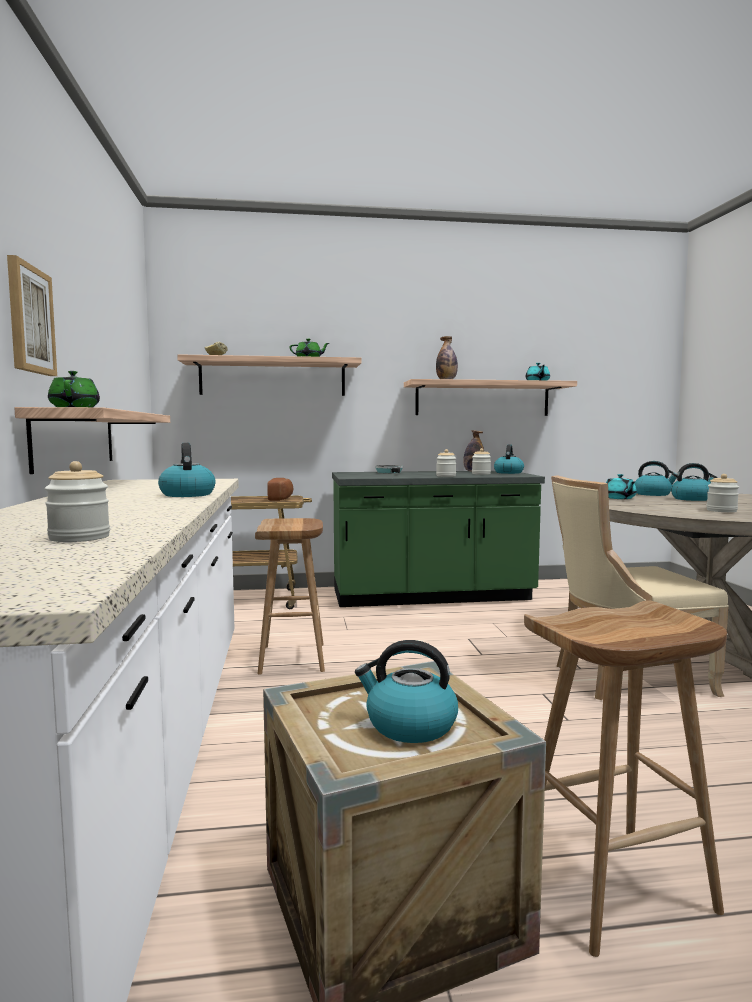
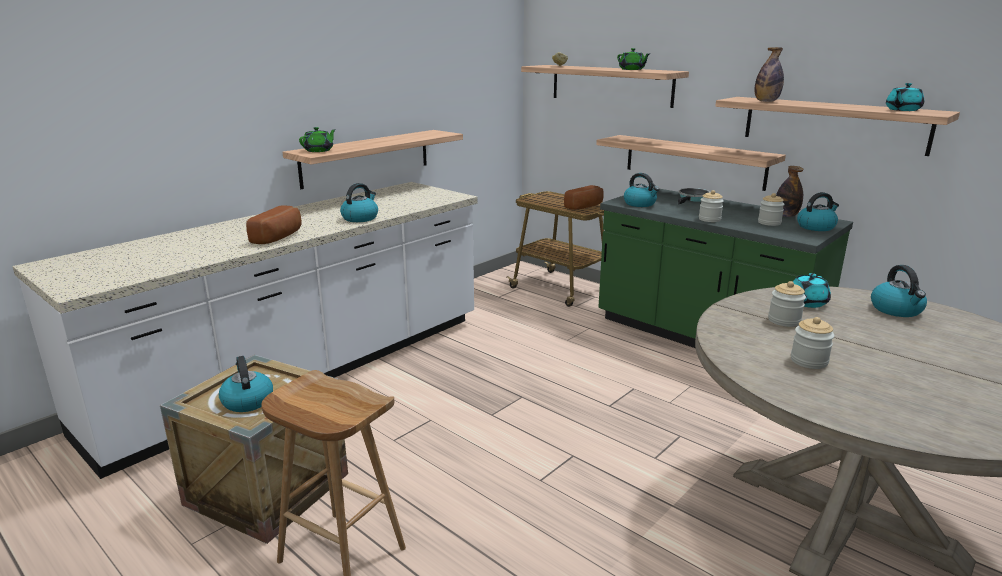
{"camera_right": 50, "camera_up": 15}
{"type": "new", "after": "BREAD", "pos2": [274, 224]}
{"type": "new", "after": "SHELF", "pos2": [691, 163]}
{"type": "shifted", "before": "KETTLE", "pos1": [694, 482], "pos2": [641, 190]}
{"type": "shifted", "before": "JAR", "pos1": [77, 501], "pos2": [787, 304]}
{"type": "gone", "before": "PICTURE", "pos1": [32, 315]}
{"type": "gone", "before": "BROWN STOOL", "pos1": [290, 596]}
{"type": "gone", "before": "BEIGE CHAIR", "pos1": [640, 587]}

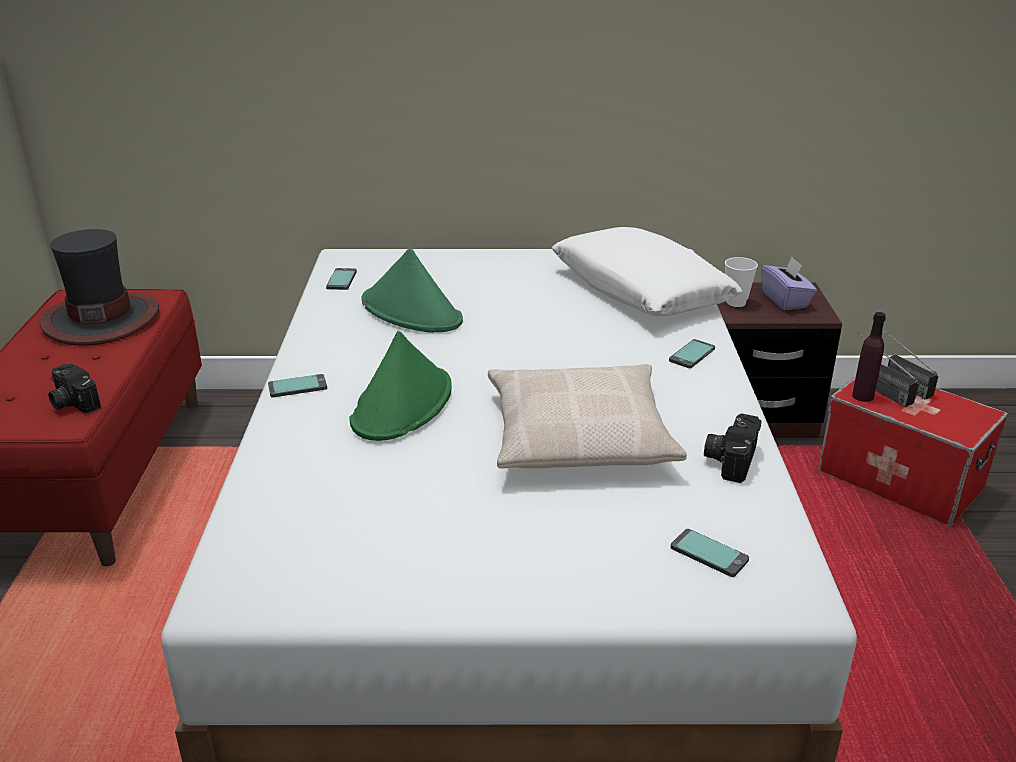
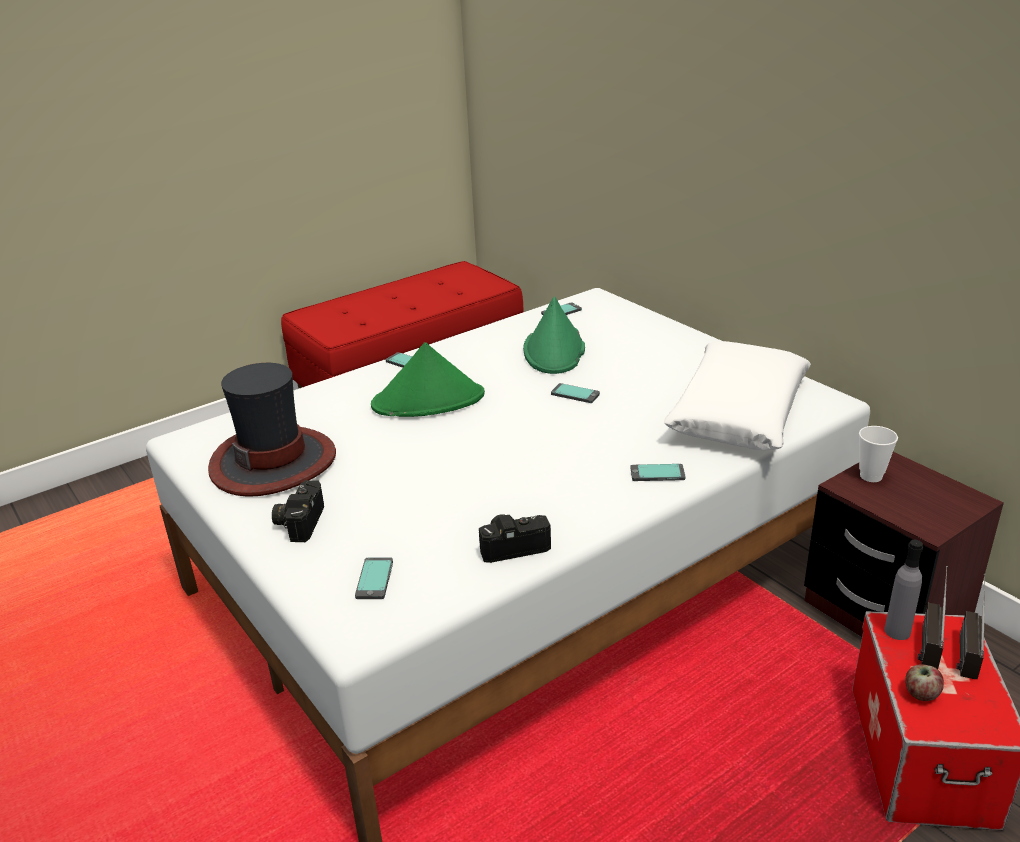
{"camera_right": 55, "camera_up": 0}
{"type": "shifted", "before": "HAT", "pos1": [99, 287], "pos2": [272, 430]}
{"type": "shifted", "before": "PHOTO CAMERA", "pos1": [74, 388], "pos2": [298, 511]}
{"type": "new", "after": "PHONE", "pos2": [575, 393]}
{"type": "repainted", "before": "PURPLE BOTTLE", "after": "GREY BOTTLE", "pos1": [869, 357], "pos2": [903, 590]}
{"type": "new", "after": "APPLE", "pos2": [924, 682]}
{"type": "gone", "before": "BEIGE PILLOW", "pos1": [587, 416]}
{"type": "gone", "before": "PURPLE TISSUE BOX", "pos1": [789, 283]}

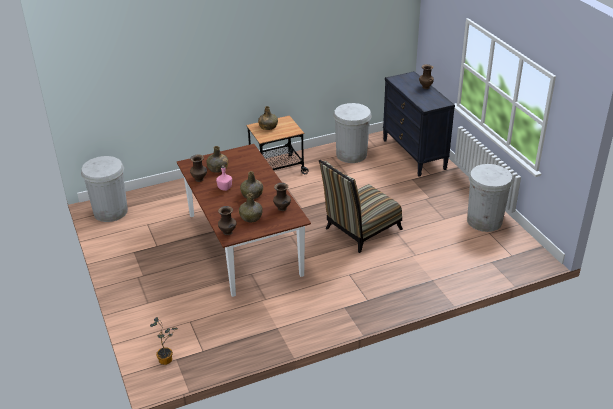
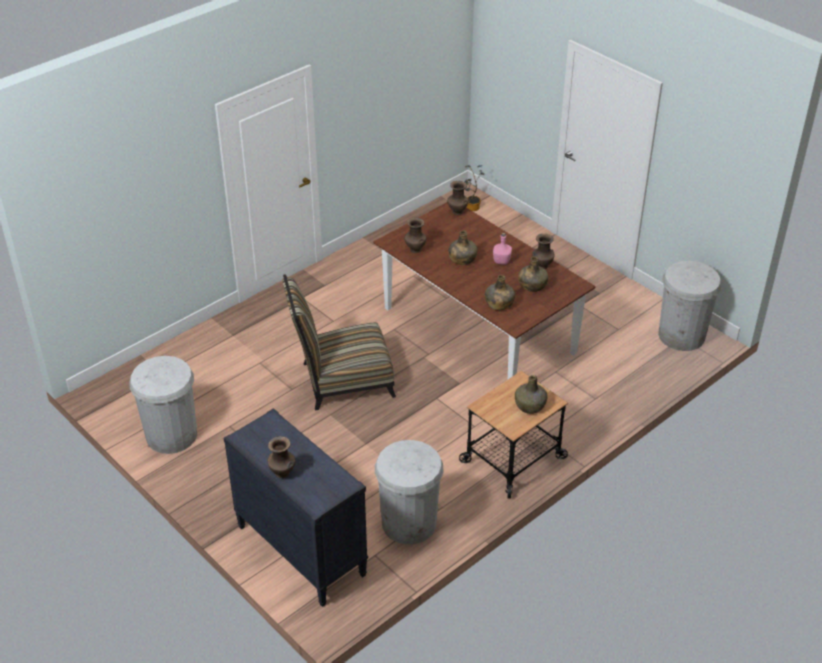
{"camera_right": 160, "camera_up": 5}
{"type": "rotated", "before": "CHAIR", "pos1": [361, 206], "pos2": [339, 342], "turn": -135}
{"type": "shifted", "before": "GREEN BOTTLE", "pos1": [251, 208], "pos2": [500, 293]}

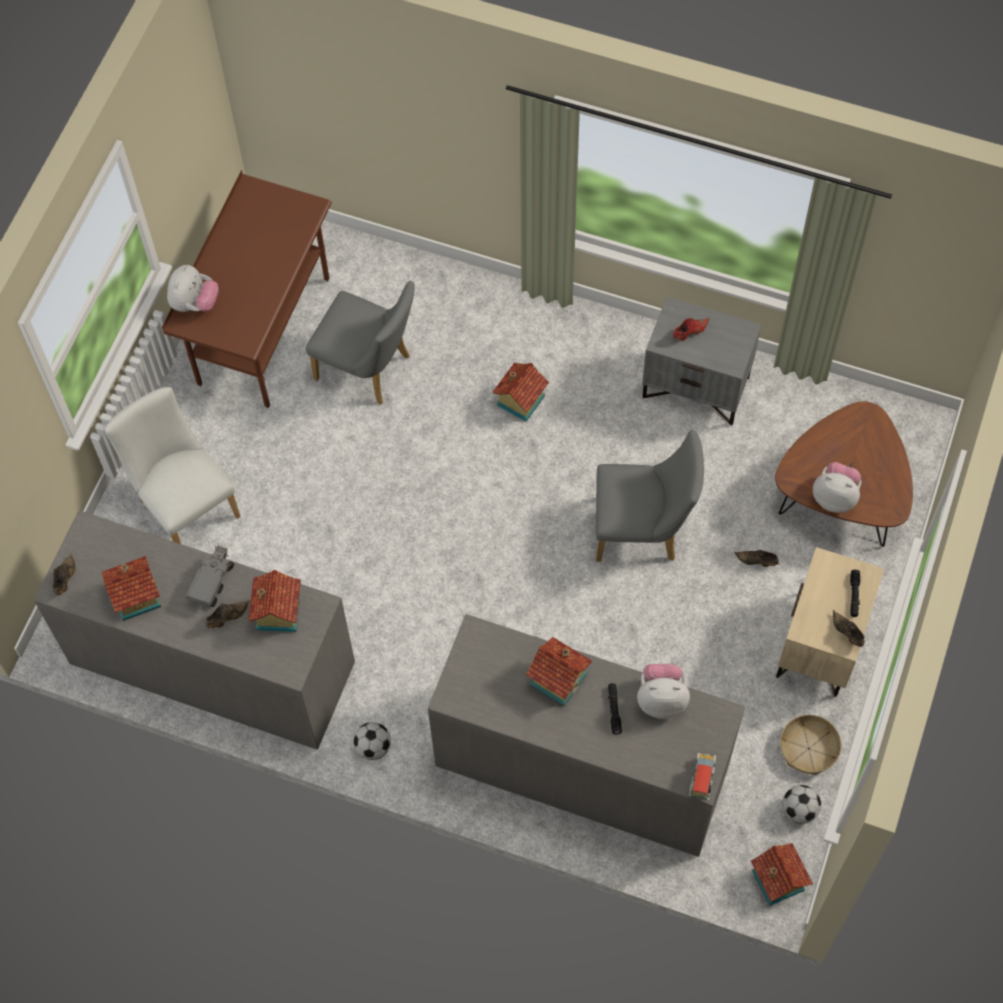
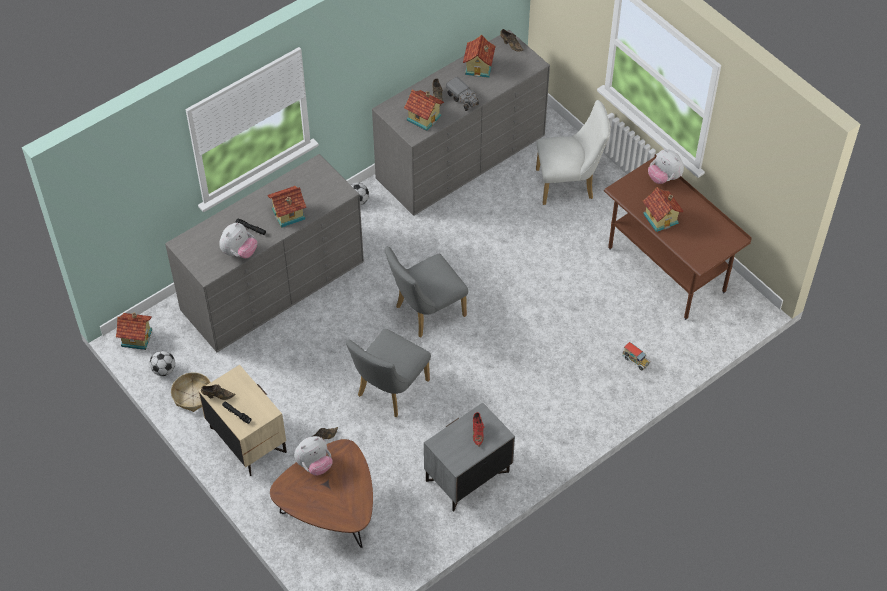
{"camera_right": 120, "camera_up": -10}
{"type": "shifted", "before": "GREY CHAIR", "pos1": [360, 343], "pos2": [426, 292]}
{"type": "shifted", "before": "TOY TRUCK", "pos1": [702, 776], "pos2": [636, 356]}
{"type": "shifted", "before": "TOY HOUSE", "pos1": [520, 392], "pos2": [663, 209]}

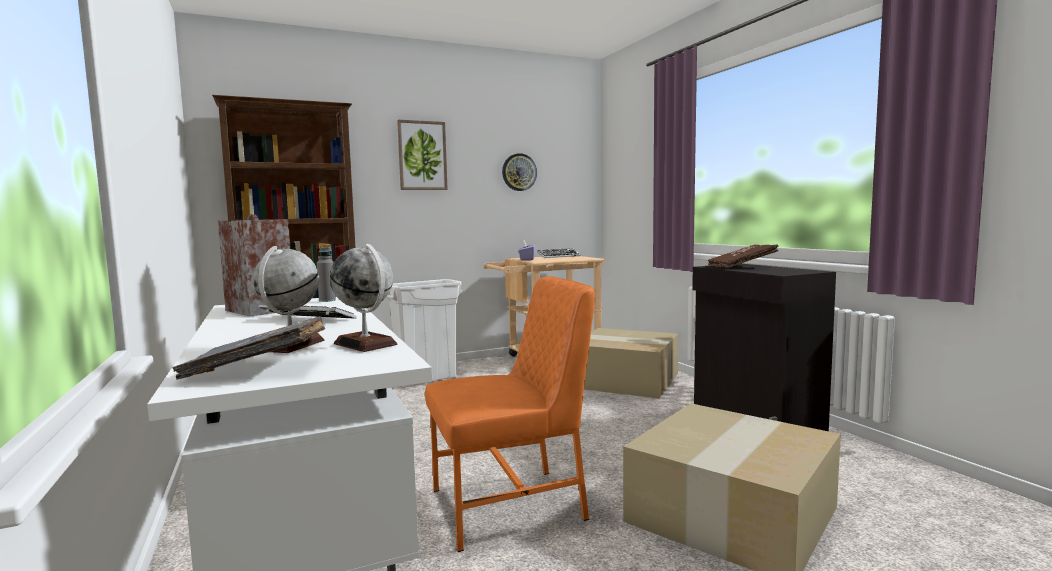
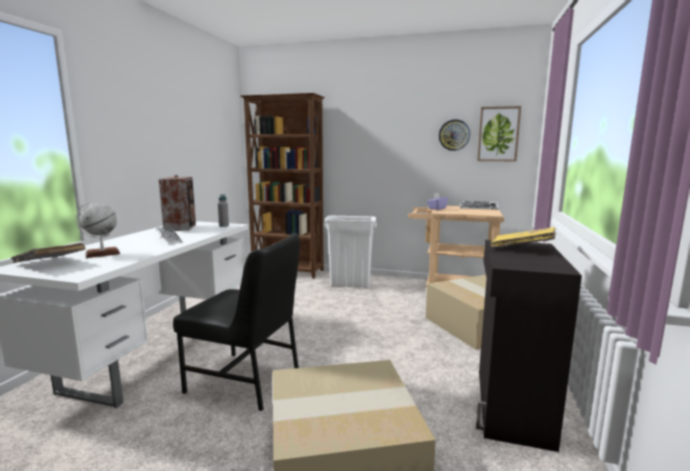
{"camera_right": 40, "camera_up": 5}
{"type": "repainted", "before": "ORANGE CHAIR", "after": "BLACK CHAIR", "pos1": [510, 414], "pos2": [236, 322]}
{"type": "shifted", "before": "PICTURE", "pos1": [422, 155], "pos2": [499, 133]}
{"type": "repainted", "before": "BROWN BOOK", "after": "YELLOW BOOK", "pos1": [743, 256], "pos2": [523, 237]}
{"type": "gone", "before": "GLOBE", "pos1": [364, 298]}

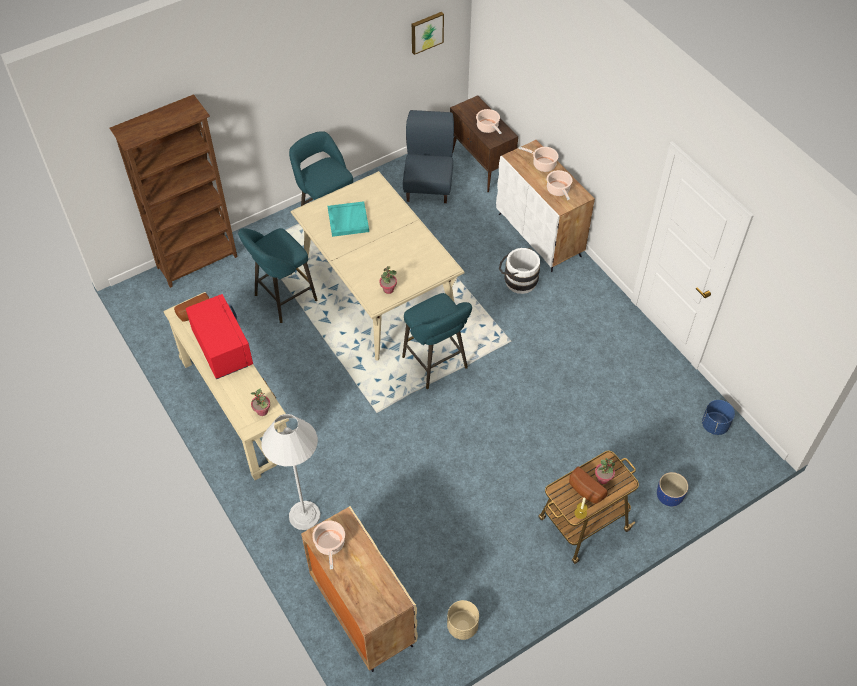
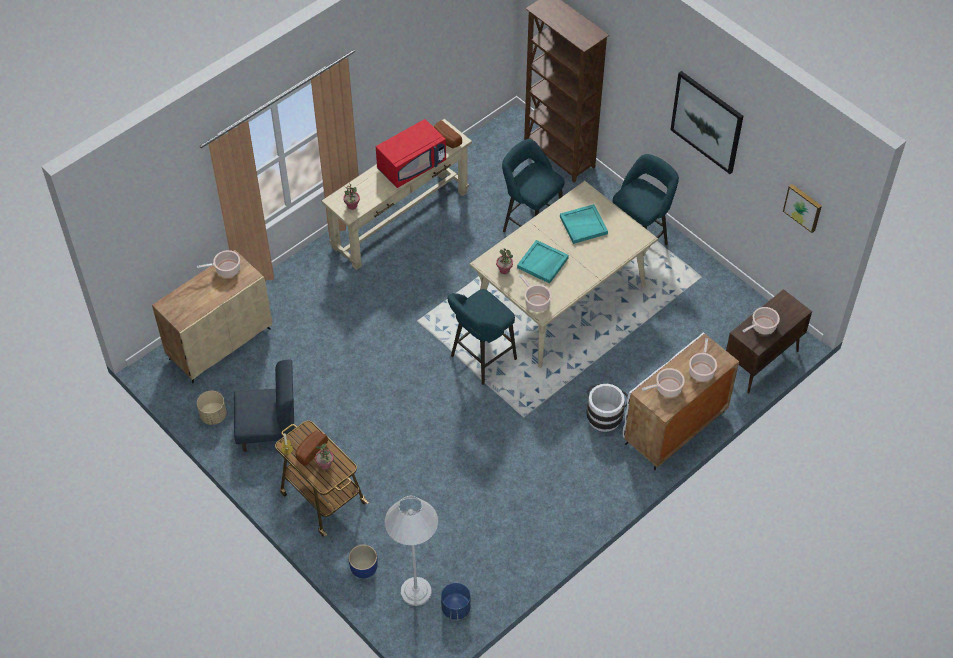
{"camera_right": 80, "camera_up": 0}
{"type": "shifted", "before": "BLUE CHAIR", "pos1": [428, 156], "pos2": [264, 405]}
{"type": "shifted", "before": "WHITE FLOOR LAMP", "pos1": [290, 472], "pos2": [411, 551]}
{"type": "new", "after": "TURQUOISE TRAY", "pos2": [543, 262]}
{"type": "new", "after": "COOKING POT", "pos2": [535, 293]}
{"type": "new", "after": "PICTURE", "pos2": [706, 122]}

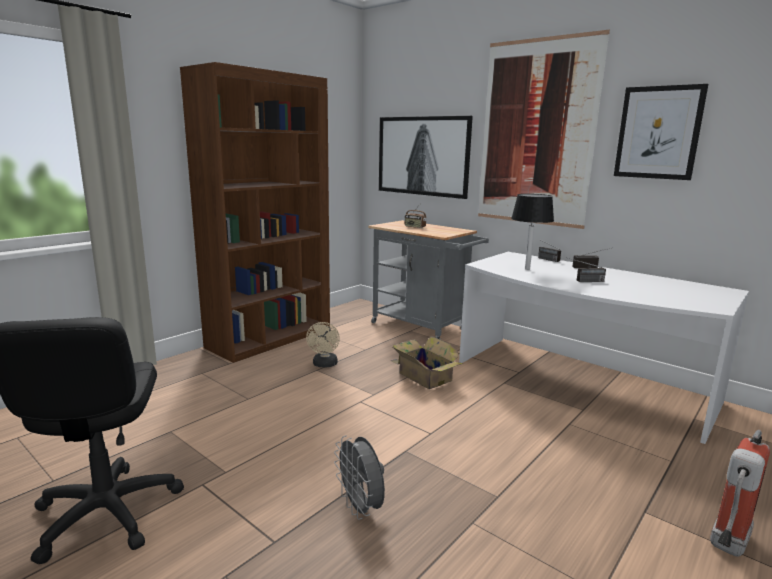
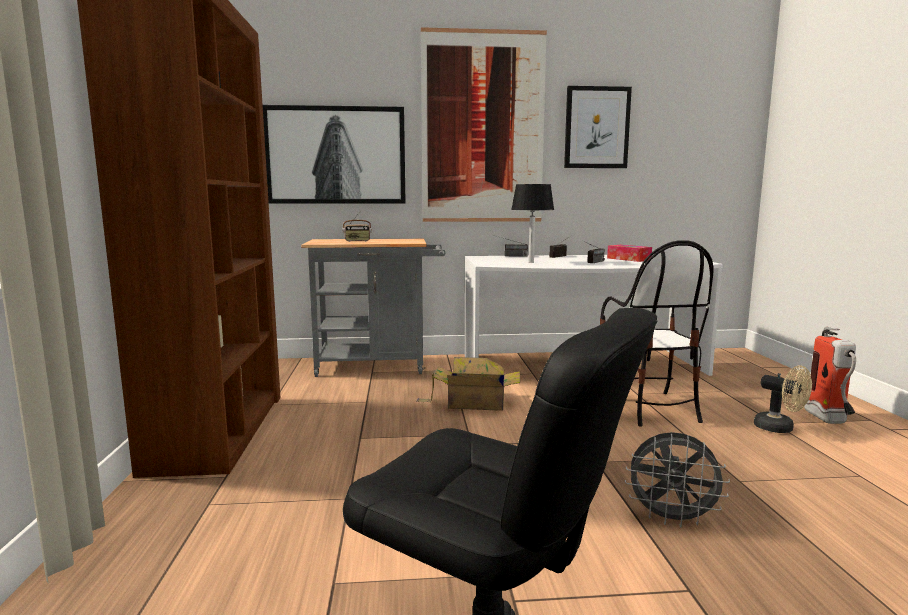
{"camera_right": -45, "camera_up": -5}
{"type": "new", "after": "CHAIR", "pos2": [657, 333]}
{"type": "new", "after": "TISSUE BOX", "pos2": [629, 253]}
{"type": "shifted", "before": "BEIGE FAN", "pos1": [323, 344], "pos2": [783, 399]}

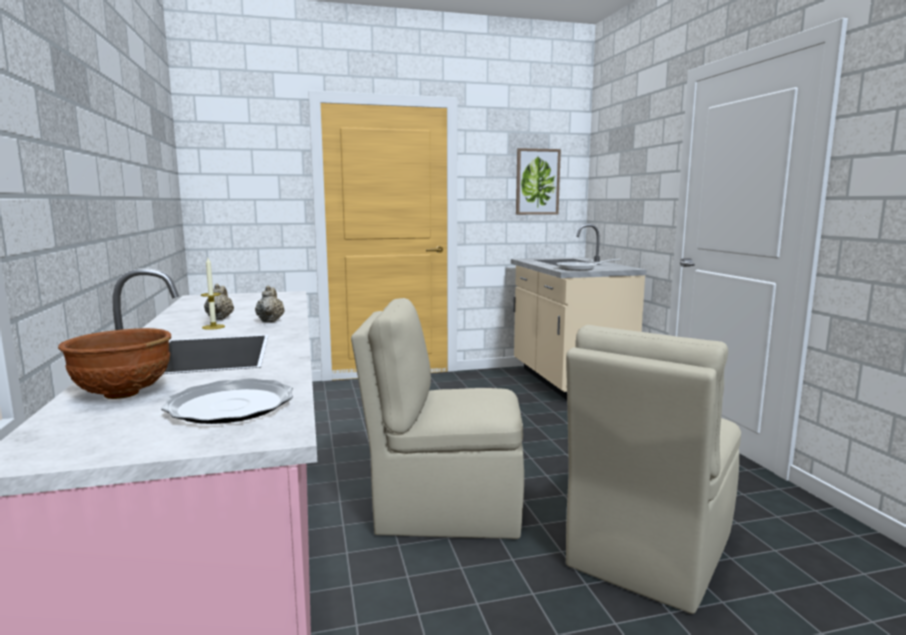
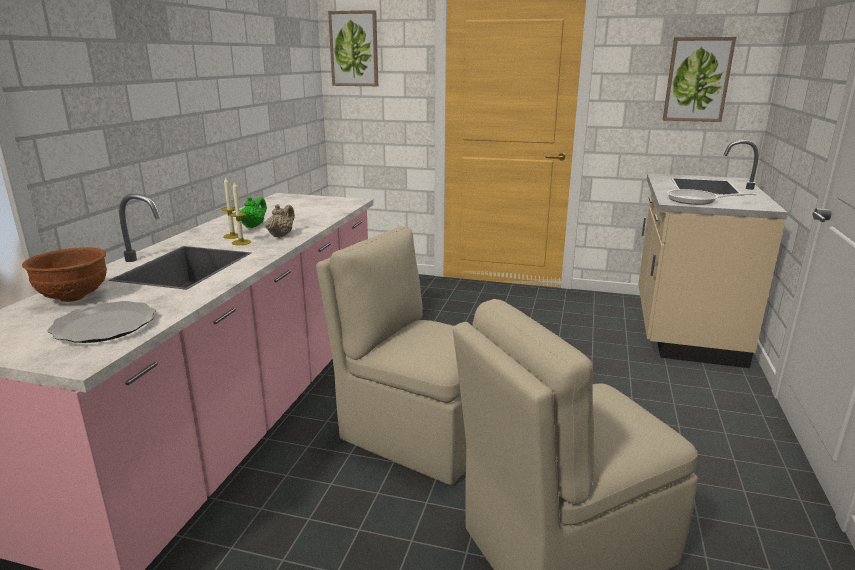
{"camera_right": 30, "camera_up": 10}
{"type": "new", "after": "CANDLE", "pos2": [240, 213]}
{"type": "repainted", "before": "BEIGE TEAPOT", "after": "GREEN TEAPOT", "pos1": [219, 302], "pos2": [253, 212]}
{"type": "new", "after": "PICTURE", "pos2": [353, 48]}

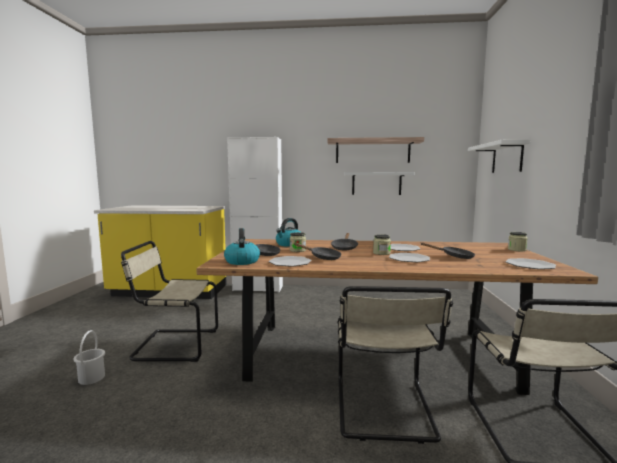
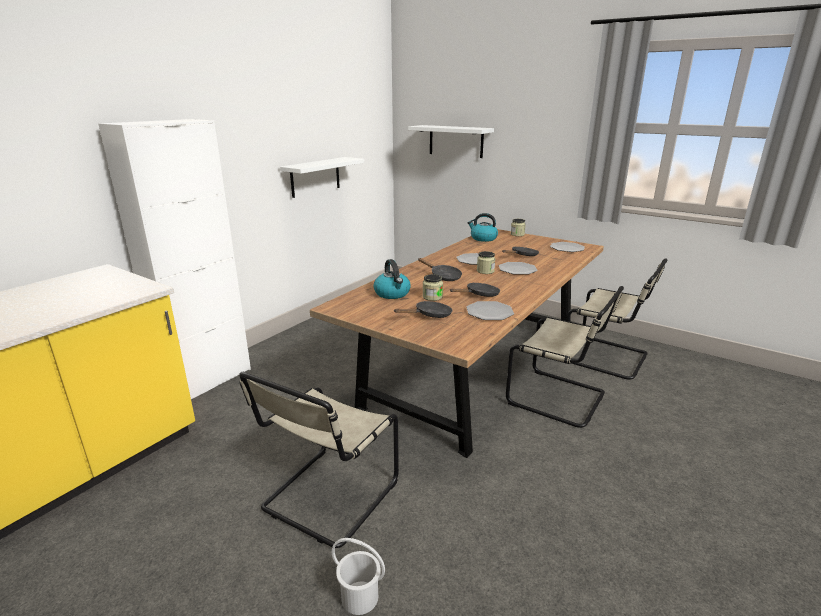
{"camera_right": -60, "camera_up": 15}
{"type": "shifted", "before": "KETTLE", "pos1": [242, 246], "pos2": [483, 227]}
{"type": "gone", "before": "SHELF", "pos1": [375, 150]}

